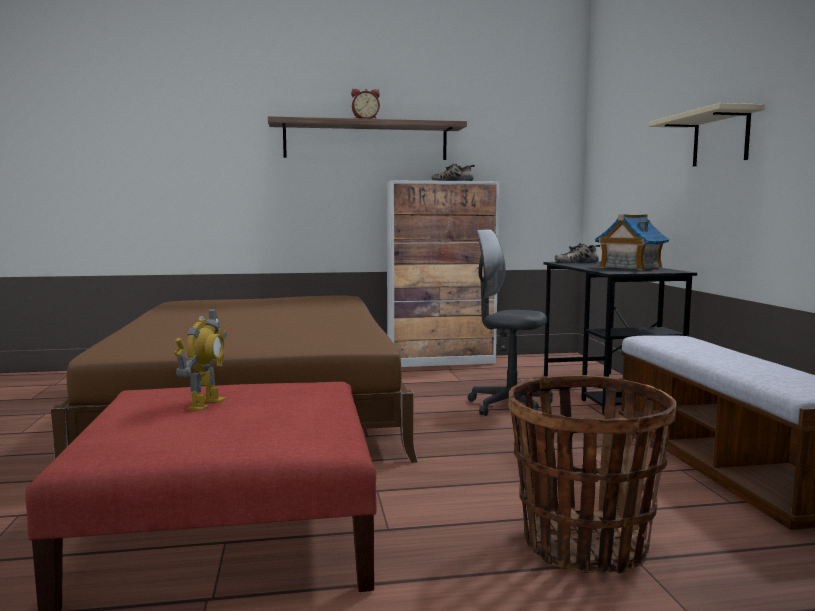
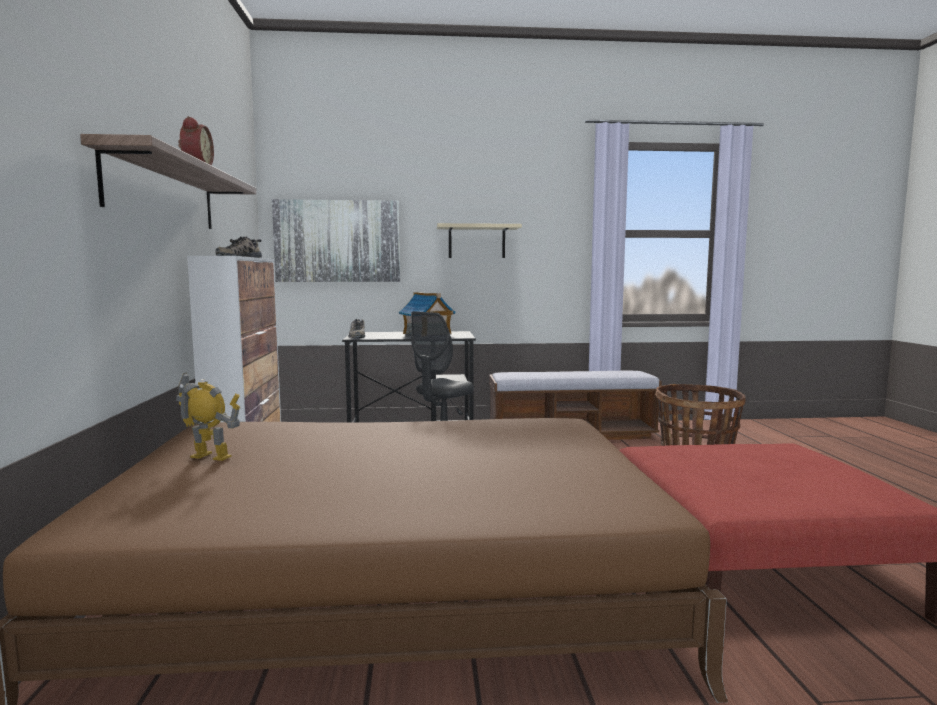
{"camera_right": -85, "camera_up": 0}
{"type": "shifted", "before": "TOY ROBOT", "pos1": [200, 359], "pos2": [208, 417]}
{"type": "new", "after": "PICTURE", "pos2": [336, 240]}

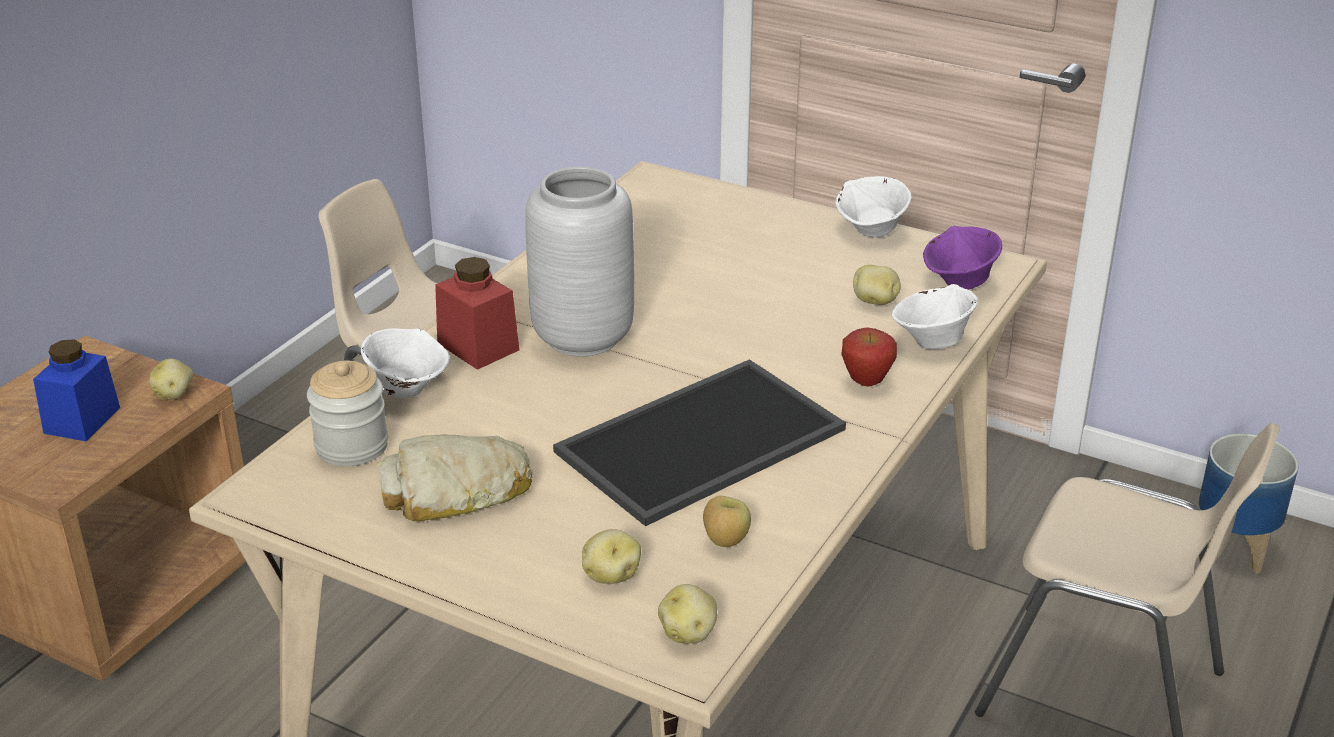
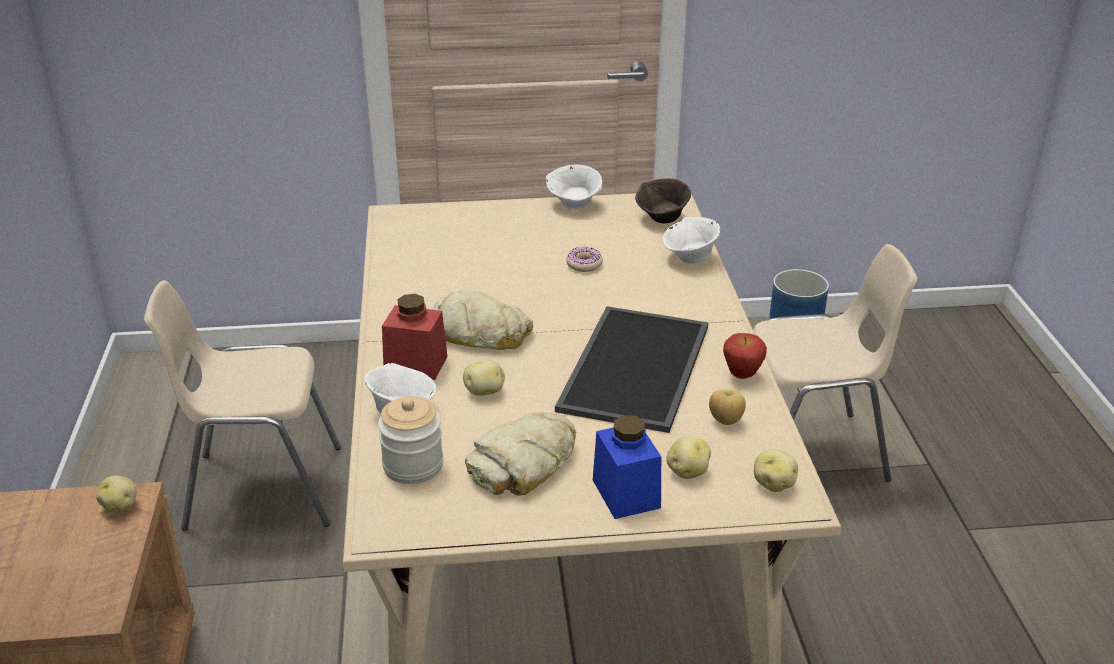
{"camera_right": -35, "camera_up": 0}
{"type": "swapped", "before": "GREY VASE", "after": "BREAD", "pos1": [580, 261], "pos2": [482, 319]}
{"type": "shifted", "before": "POTATO", "pos1": [877, 285], "pos2": [484, 378]}
{"type": "new", "after": "DONUT", "pos2": [584, 259]}
{"type": "shifted", "before": "BLUE JAR", "pos1": [76, 390], "pos2": [627, 467]}
{"type": "repainted", "before": "PURPLE BOWL", "after": "BROWN BOWL", "pos1": [962, 258], "pos2": [663, 201]}
{"type": "shifted", "before": "APPLE", "pos1": [869, 357], "pos2": [745, 356]}

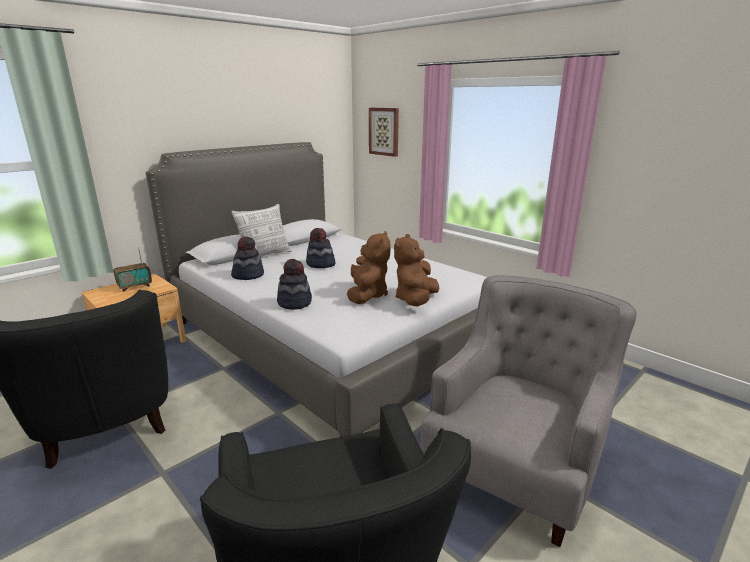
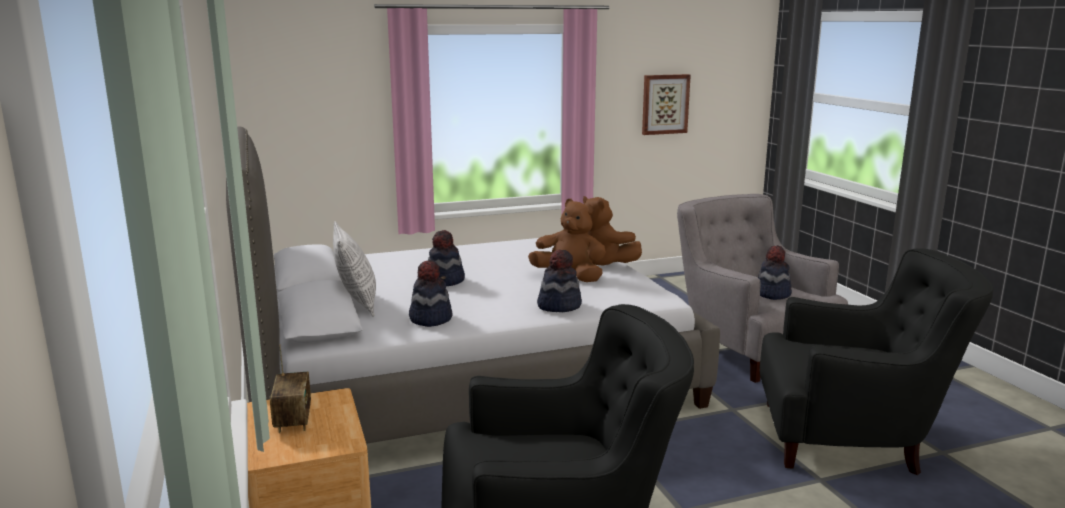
{"camera_right": -65, "camera_up": -5}
{"type": "shifted", "before": "PICTURE", "pos1": [384, 132], "pos2": [666, 104]}
{"type": "new", "after": "HAT", "pos2": [775, 272]}

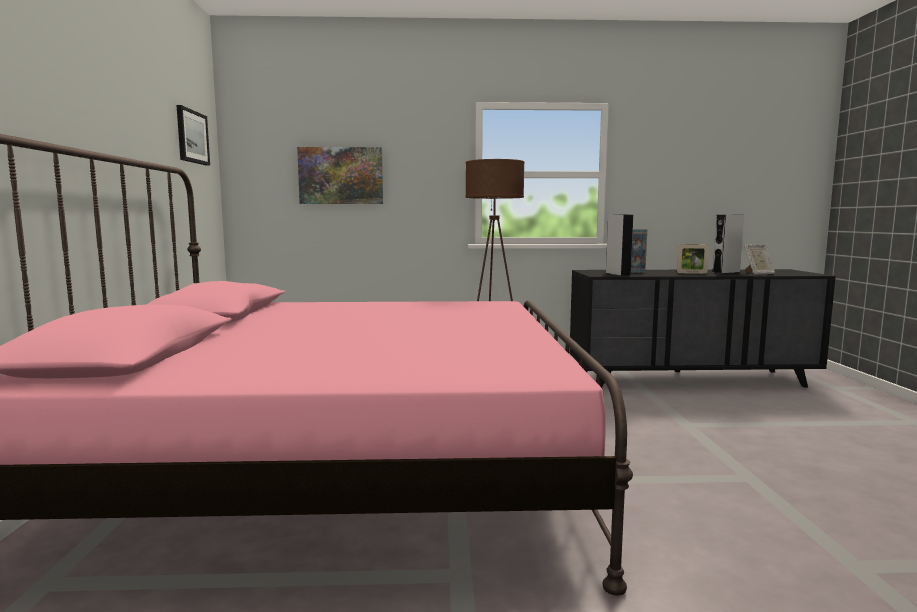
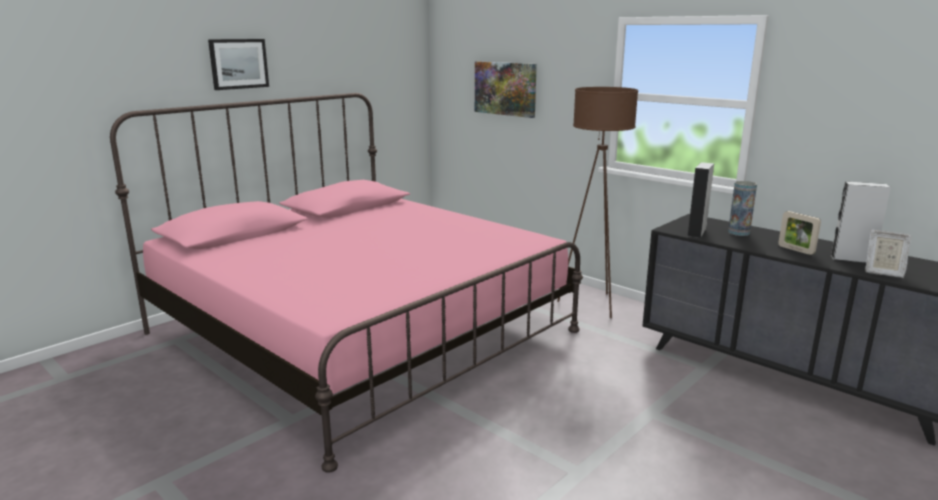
{"camera_right": 45, "camera_up": 10}
{"type": "shifted", "before": "PICTURE", "pos1": [193, 135], "pos2": [238, 64]}

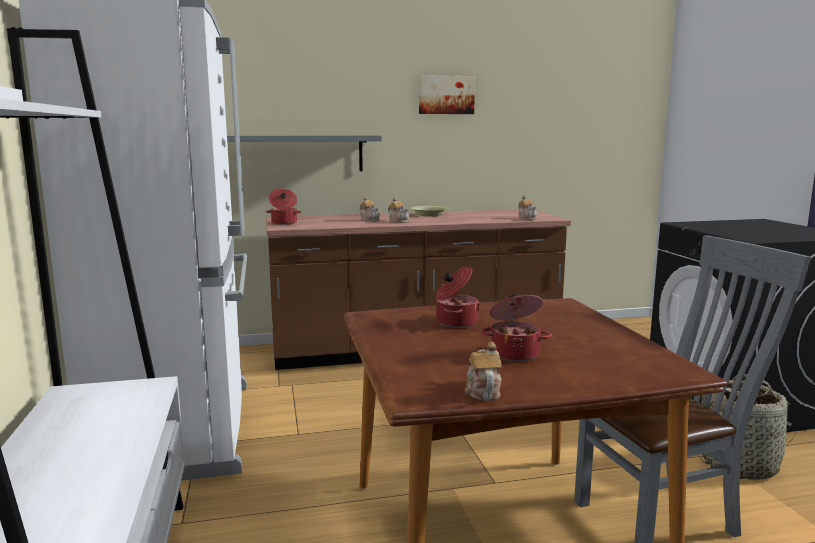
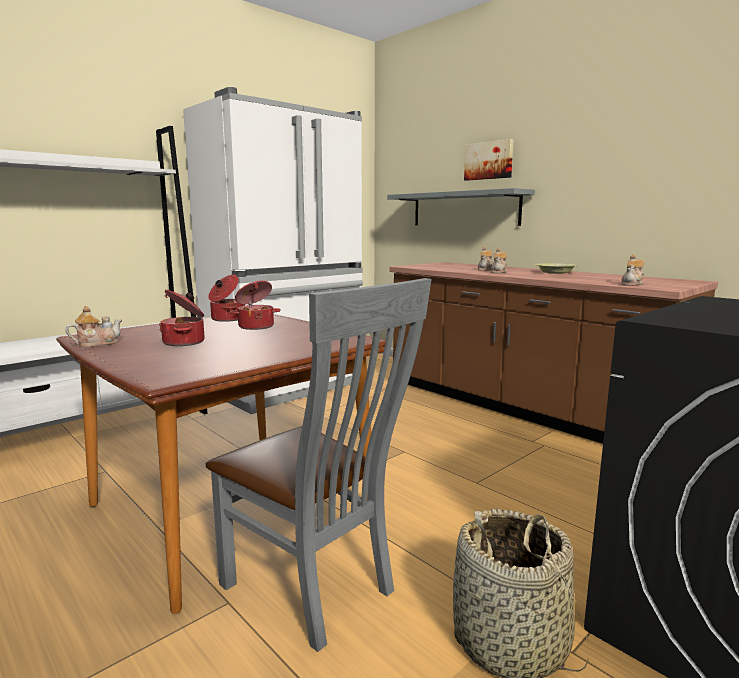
{"camera_right": 60, "camera_up": 0}
{"type": "shifted", "before": "COOKING POT", "pos1": [284, 206], "pos2": [226, 298]}
{"type": "shifted", "before": "PICTURE", "pos1": [447, 94], "pos2": [488, 160]}

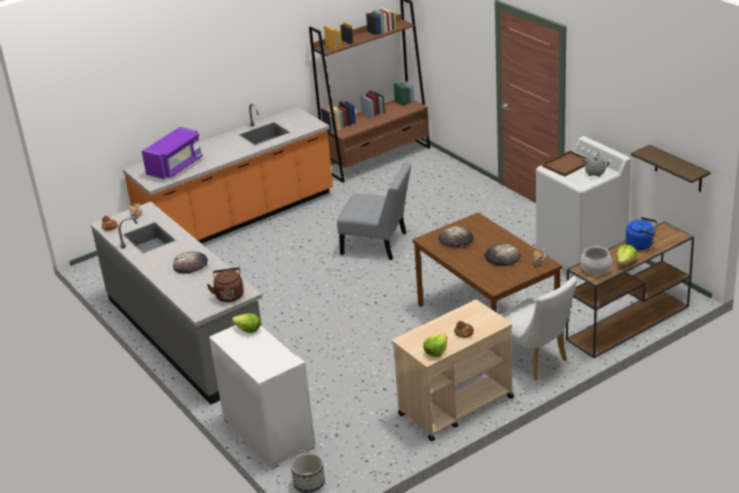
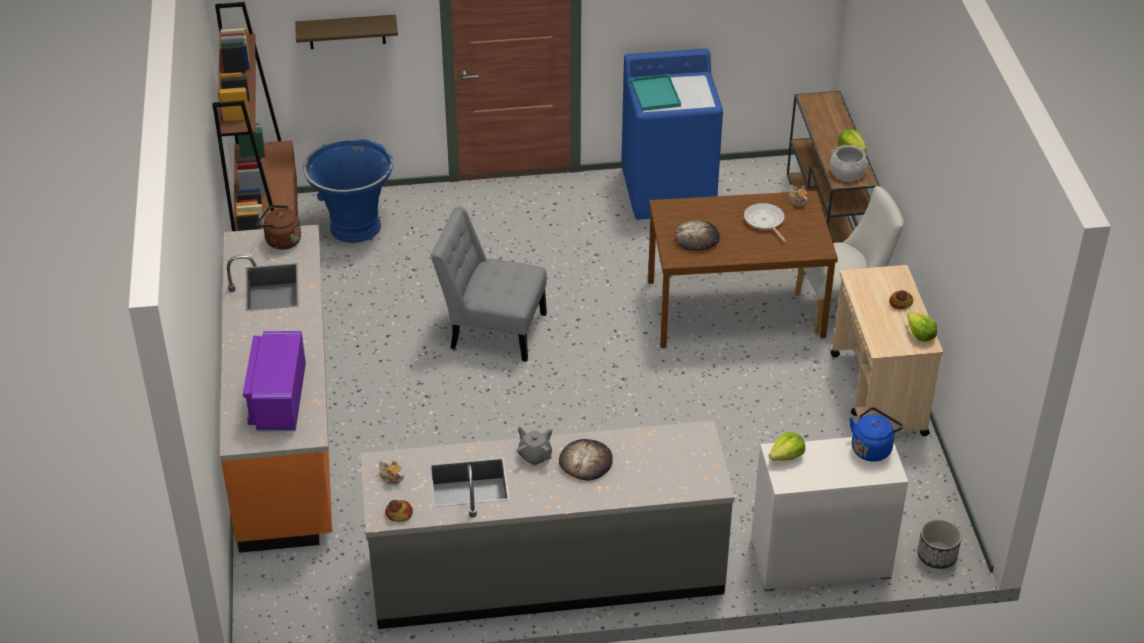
{"camera_right": -65, "camera_up": 10}
{"type": "rotated", "before": "PURPLE MICROWAVE", "pos1": [172, 153], "pos2": [274, 381], "turn": -150}
{"type": "shifted", "before": "BROWN KETTLE", "pos1": [225, 284], "pos2": [278, 227]}
{"type": "shifted", "before": "SHELF", "pos1": [671, 168], "pos2": [346, 32]}
{"type": "new", "after": "BLUE PLANTER", "pos2": [348, 191]}
{"type": "rotated", "before": "GREY CHAIR", "pos1": [374, 211], "pos2": [489, 284], "turn": -120}
{"type": "shifted", "before": "GREY TEAPOT", "pos1": [596, 165], "pos2": [534, 446]}
{"type": "repainted", "before": "WHITE WASHING MACHINE", "after": "BLUE WASHING MACHINE", "pos1": [583, 206], "pos2": [672, 134]}
{"type": "repainted", "before": "BROWN TRAY", "after": "TURQUOISE TRAY", "pos1": [565, 164], "pos2": [656, 92]}
{"type": "swapped", "before": "BREAD", "after": "FRYING PAN", "pos1": [502, 254], "pos2": [765, 222]}
{"type": "shifted", "before": "BLUE KETTLE", "pos1": [641, 233], "pos2": [876, 434]}

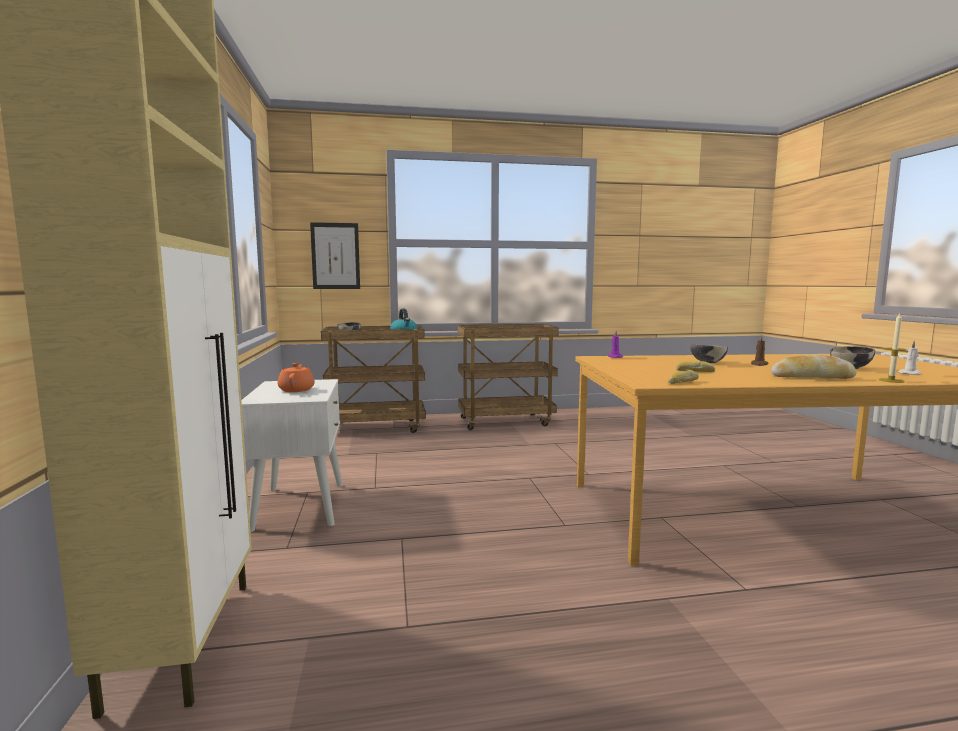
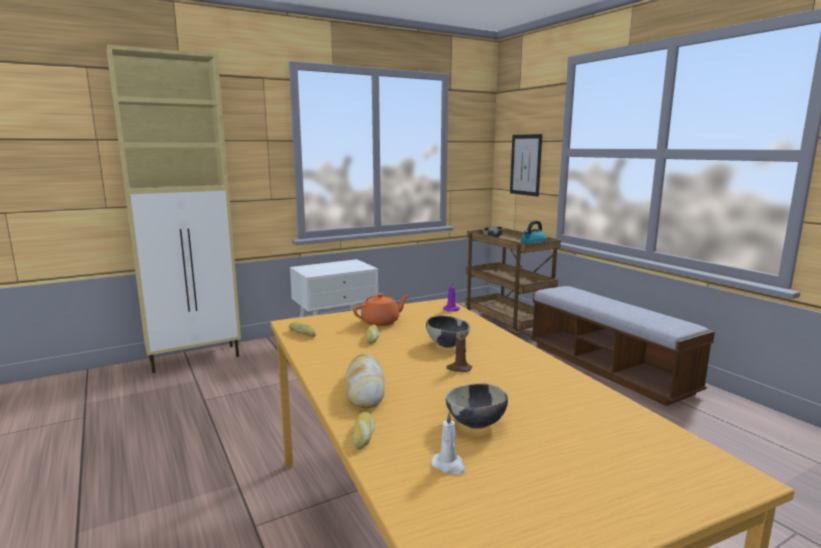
{"camera_right": 70, "camera_up": 5}
{"type": "shifted", "before": "ORANGE TEAPOT", "pos1": [296, 377], "pos2": [381, 309]}
{"type": "swapped", "before": "CANDLE", "after": "BREAD", "pos1": [893, 347], "pos2": [364, 431]}
{"type": "swapped", "before": "BROWN CART", "after": "BENCH", "pos1": [508, 377], "pos2": [623, 346]}

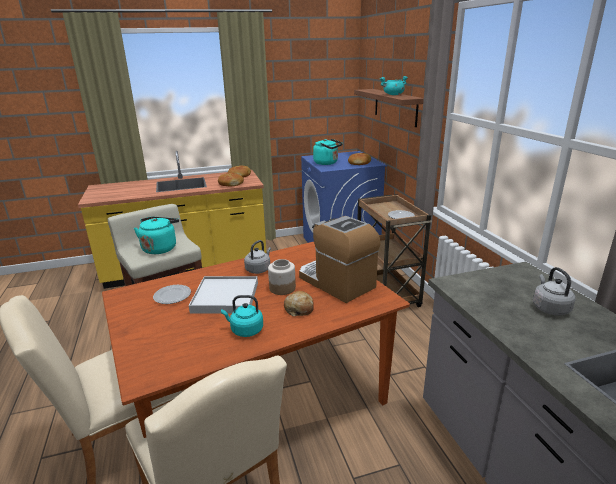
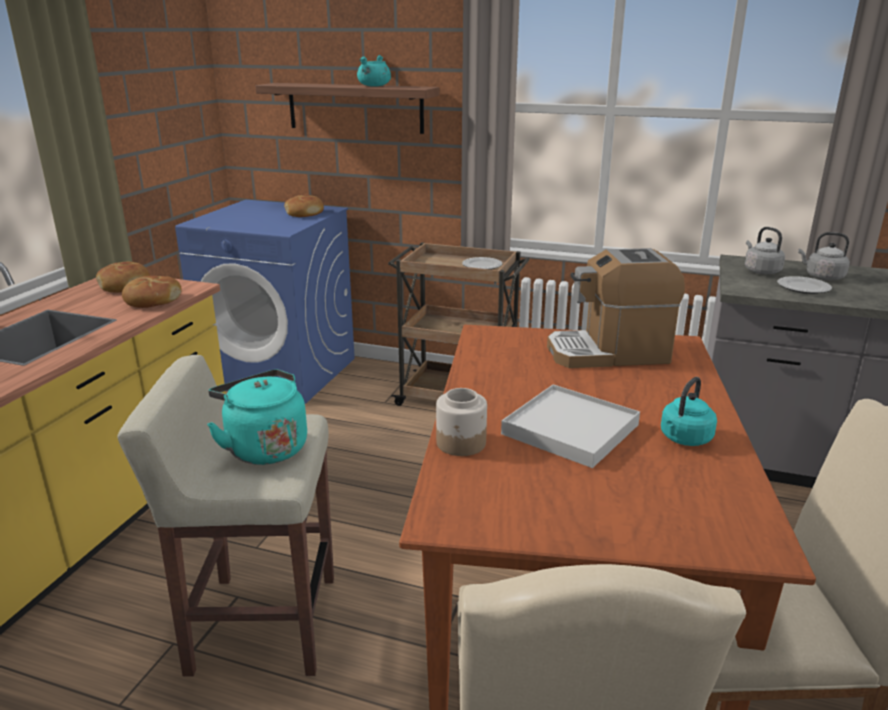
{"camera_right": -55, "camera_up": 0}
{"type": "shifted", "before": "JAR", "pos1": [282, 277], "pos2": [461, 422]}
{"type": "shifted", "before": "GREY KETTLE", "pos1": [257, 257], "pos2": [765, 250]}
{"type": "shifted", "before": "PLATE", "pos1": [172, 294], "pos2": [804, 285]}
{"type": "gone", "before": "BREAD", "pos1": [299, 303]}
{"type": "gone", "before": "TURQUOISE KETTLE", "pos1": [328, 152]}

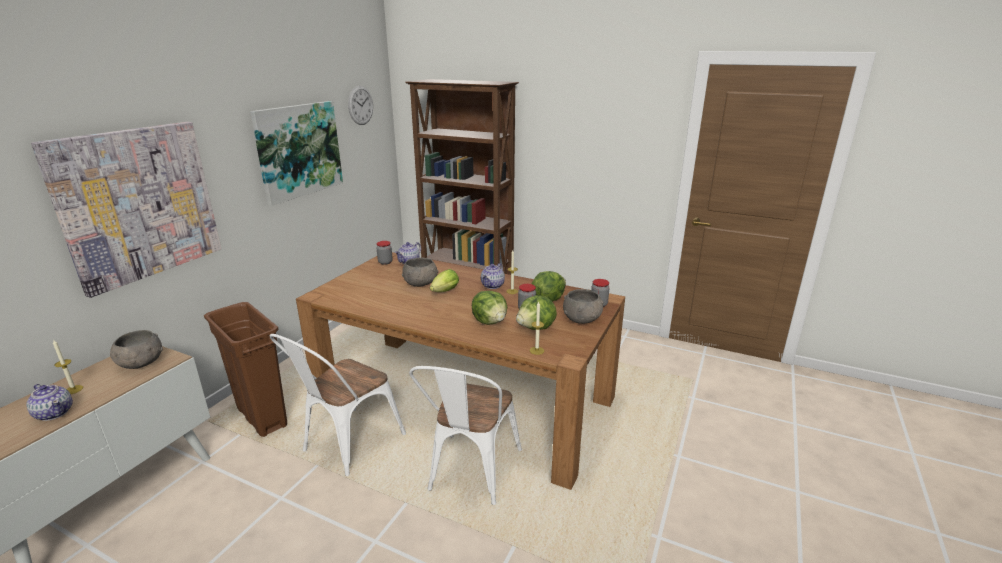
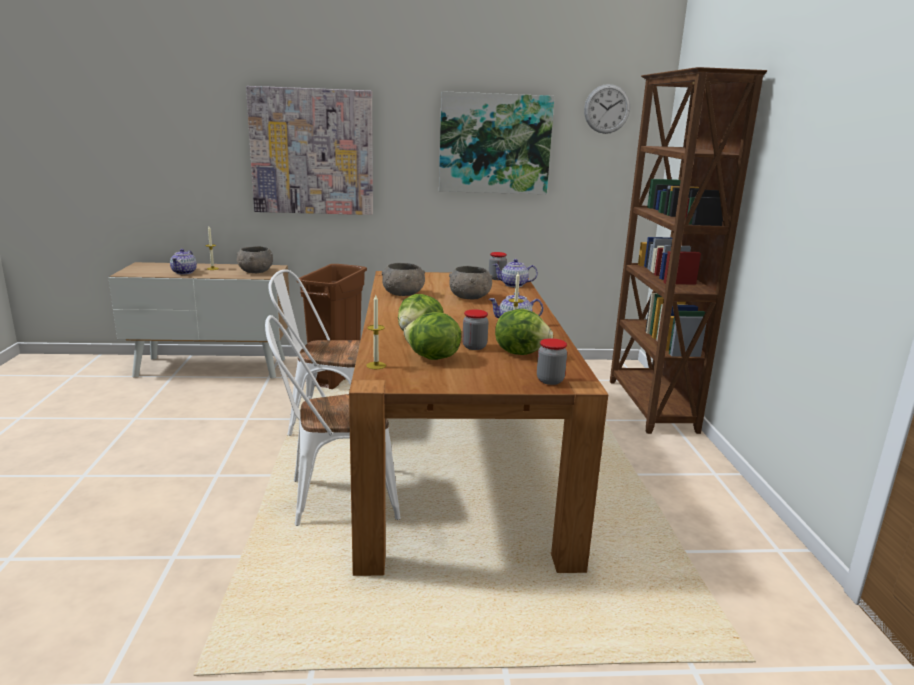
{"camera_right": 60, "camera_up": -5}
{"type": "shifted", "before": "GREY BOWL", "pos1": [583, 306], "pos2": [403, 279]}
{"type": "gone", "before": "LETTUCE", "pos1": [444, 280]}

